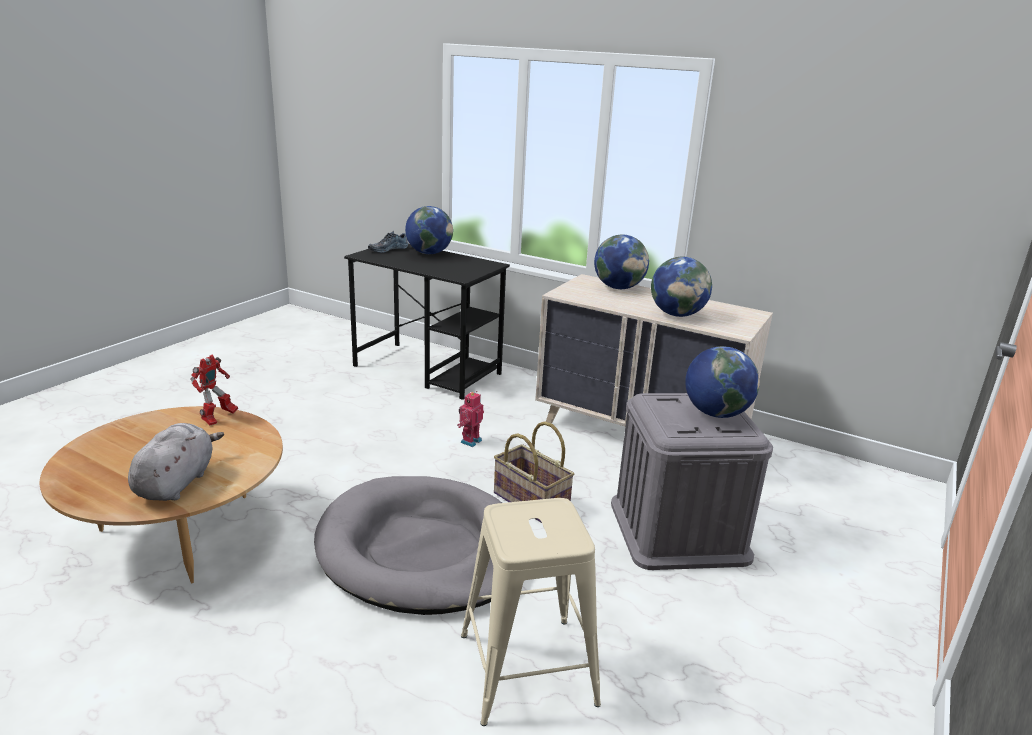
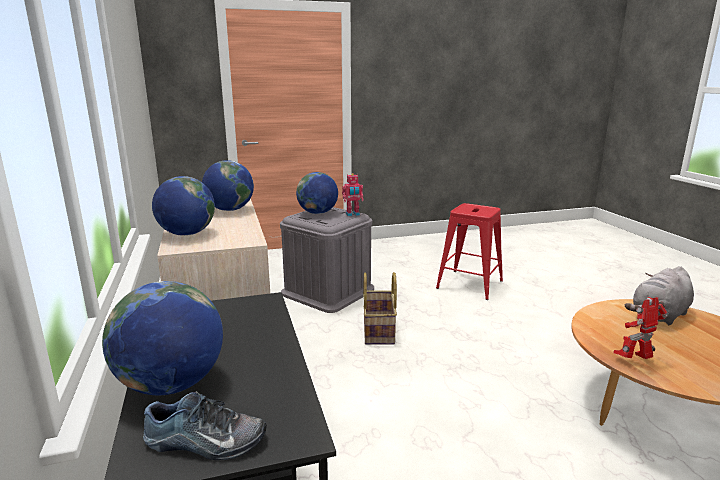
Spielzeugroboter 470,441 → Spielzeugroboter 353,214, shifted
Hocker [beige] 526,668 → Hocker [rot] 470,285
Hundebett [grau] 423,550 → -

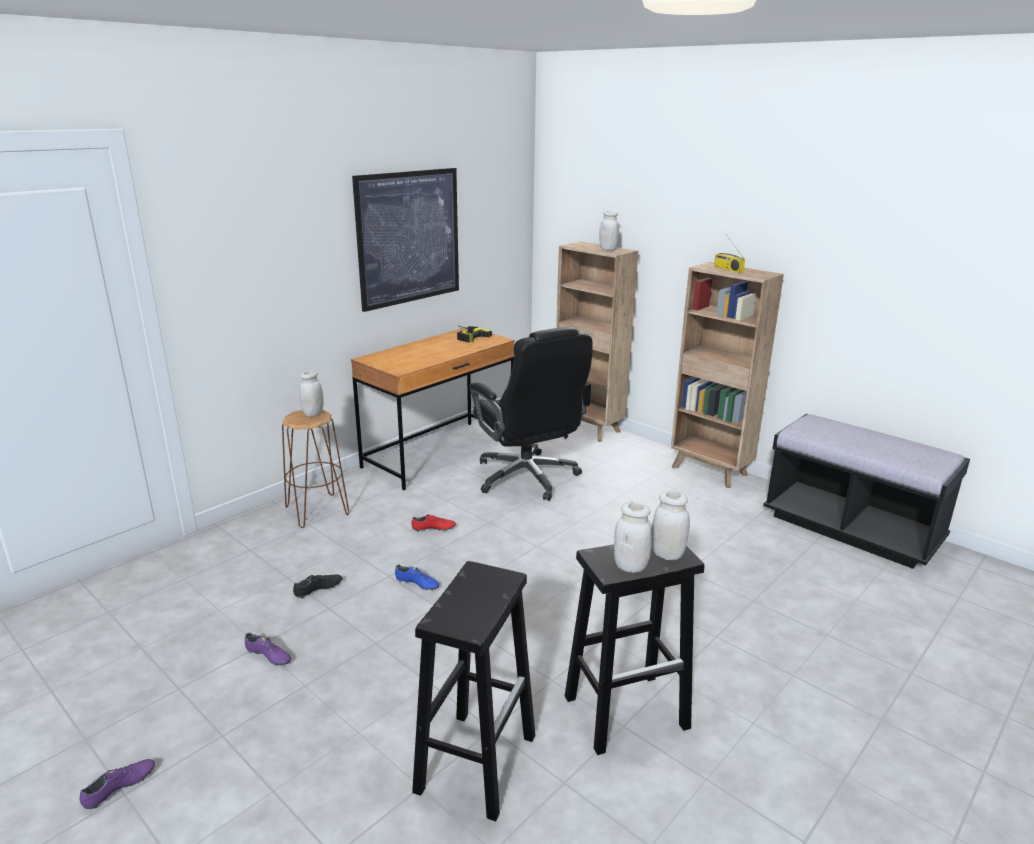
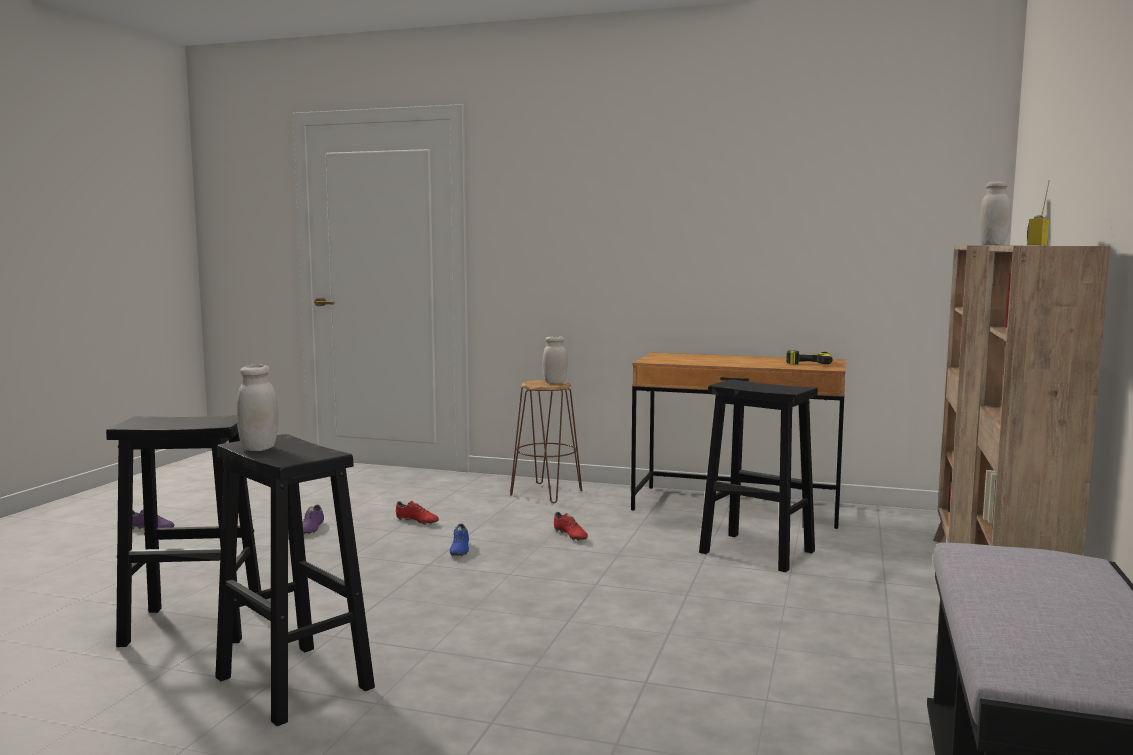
Schuh [schwarz] 318,590 → Schuh [rot] 417,521
Bürostuhl [schwarz] 527,477 → Hocker [schwarz] 755,552
Bild 409,237 → -
Vorratsglas [weiß] 667,554 → -

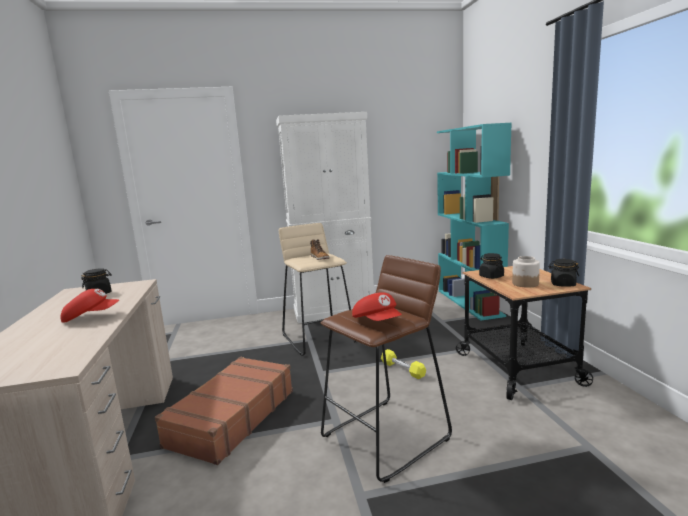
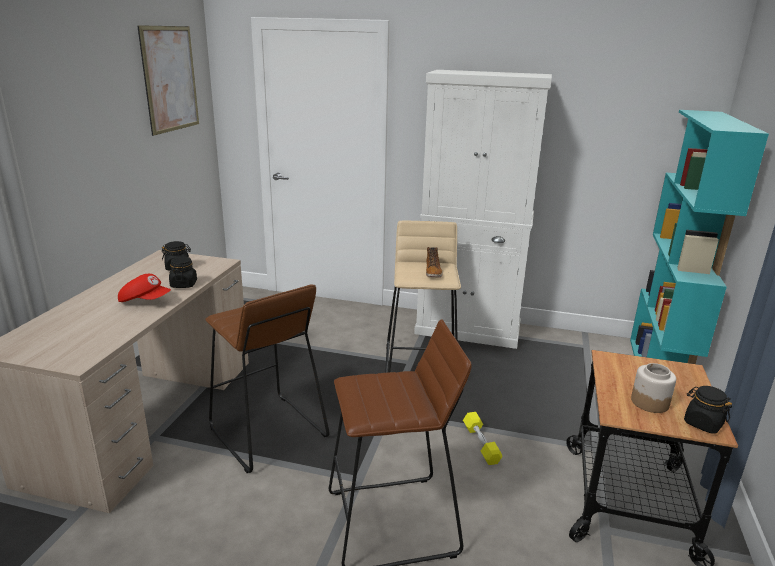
- → Bild 170,79
Vorratsglas [schwarz] 491,276 → Vorratsglas [schwarz] 184,284, shifted
Koffer [braun] 231,418 → Hocker [braun] 267,433
Kappe [rot] 377,322 → -

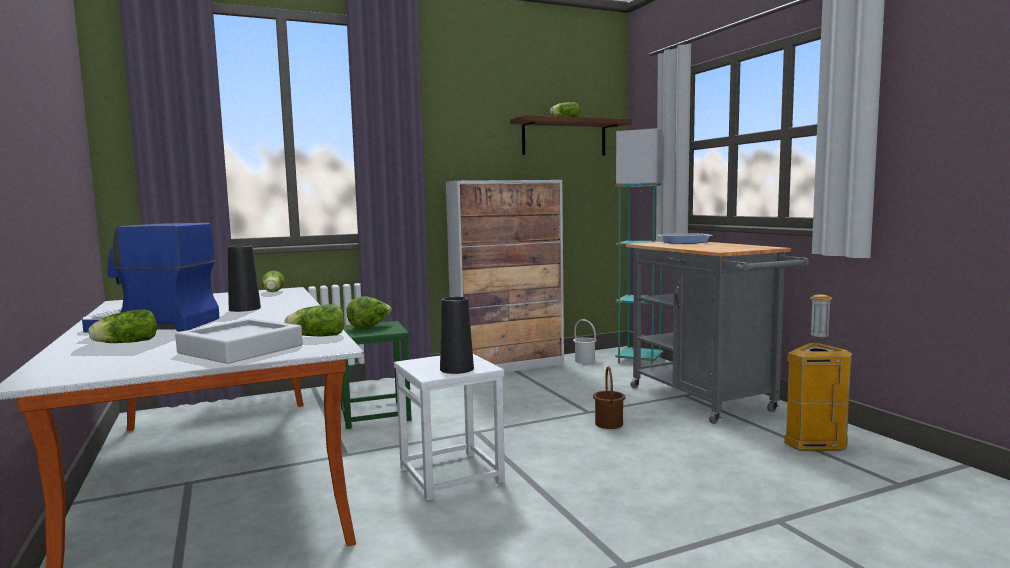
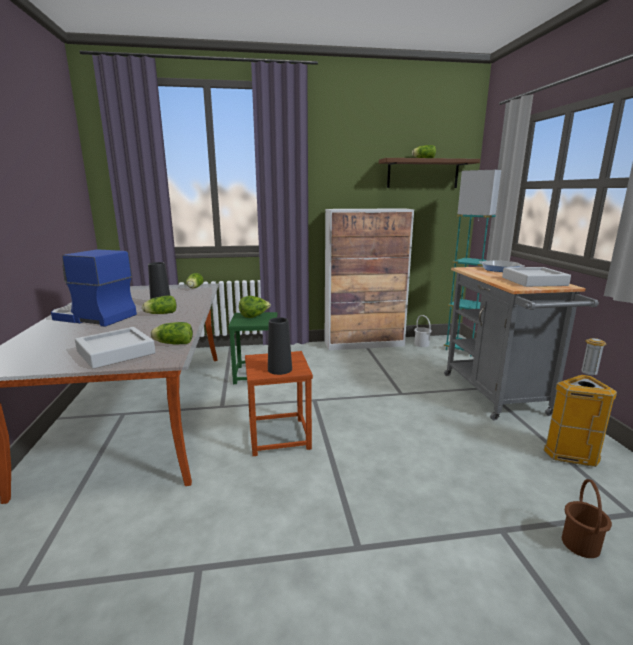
Salatkopf 124,343 → Salatkopf 160,314, shifted
Hocker [weiß] 452,475 → Hocker [braun] 279,436
- → Tablett [grau] 534,281
Eimer [braun] 609,424 → Eimer [braun] 581,544, shifted

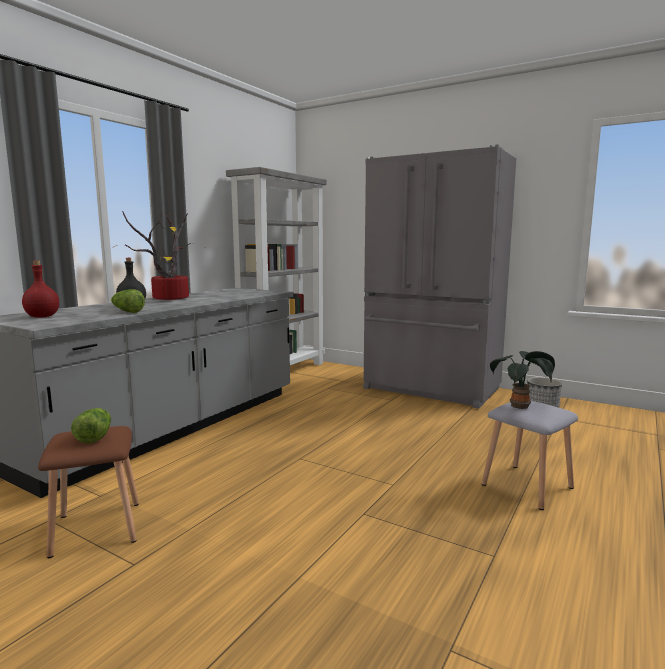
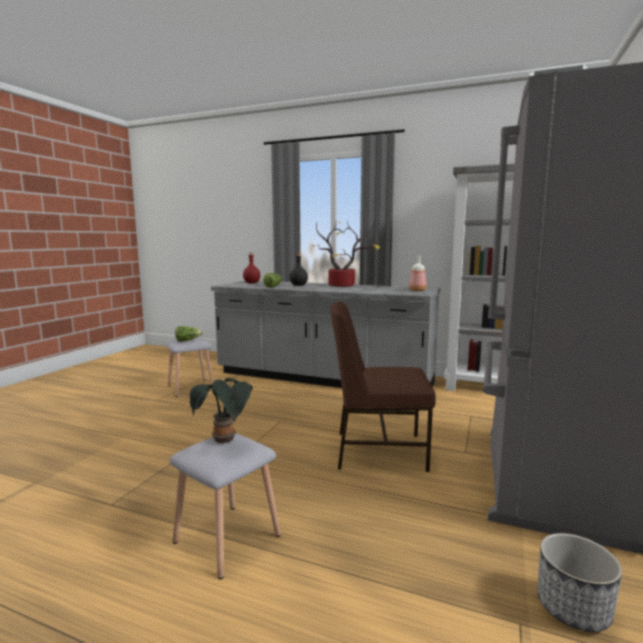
Hocker [braun] 95,529 → Hocker [grau] 190,387
- → Stuhl [braun] 378,450
- → Flasche 417,290

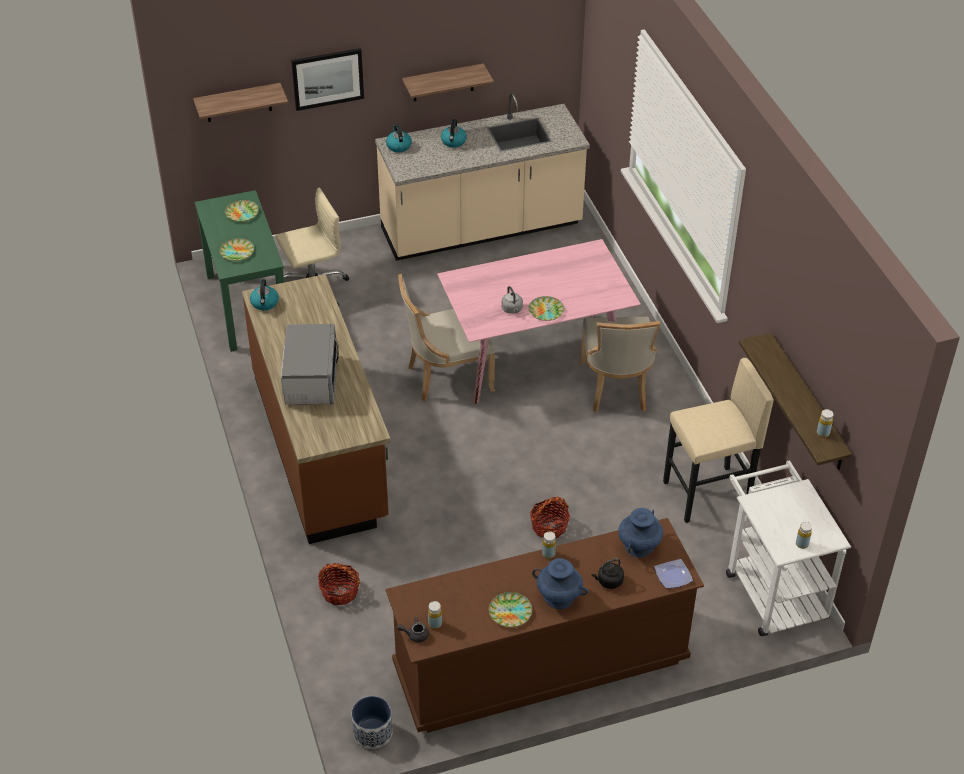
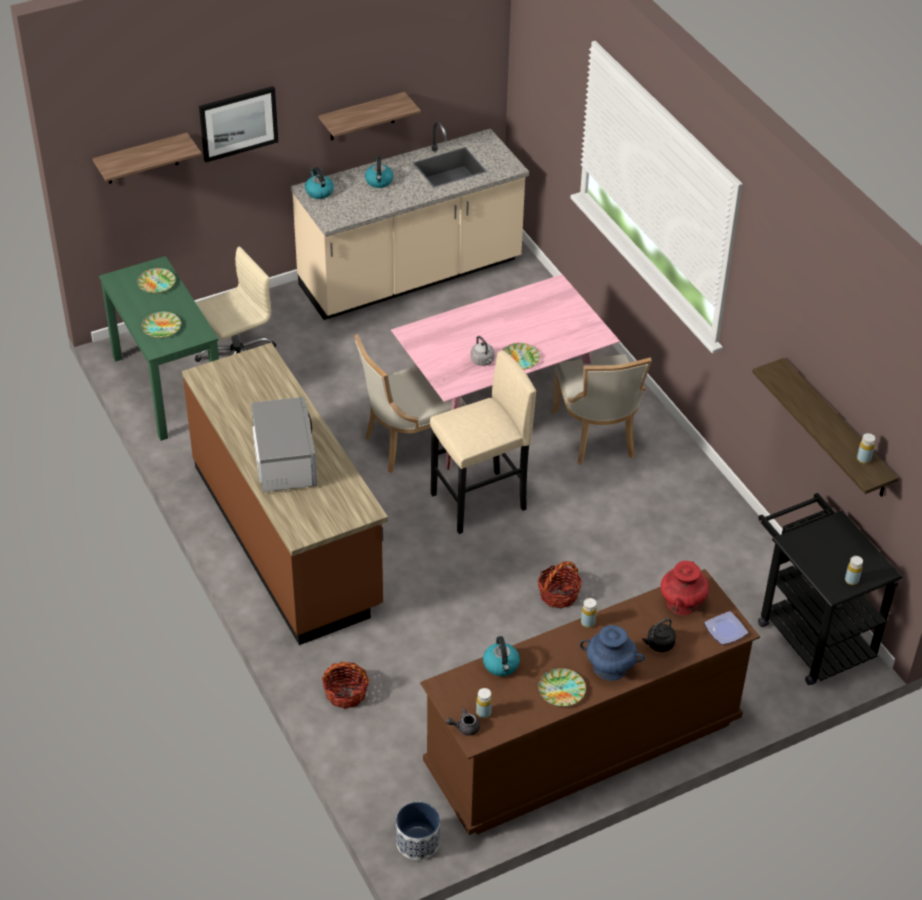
Hocker [beige] 707,495 → Hocker [beige] 479,502, shifted
Wasserkessel 265,303 → Wasserkessel 501,665, shifted
Vase [blau] 639,546 → Vase [rot] 682,602
Rollwagen [weiß] 771,588 → Rollwagen [schwarz] 809,633

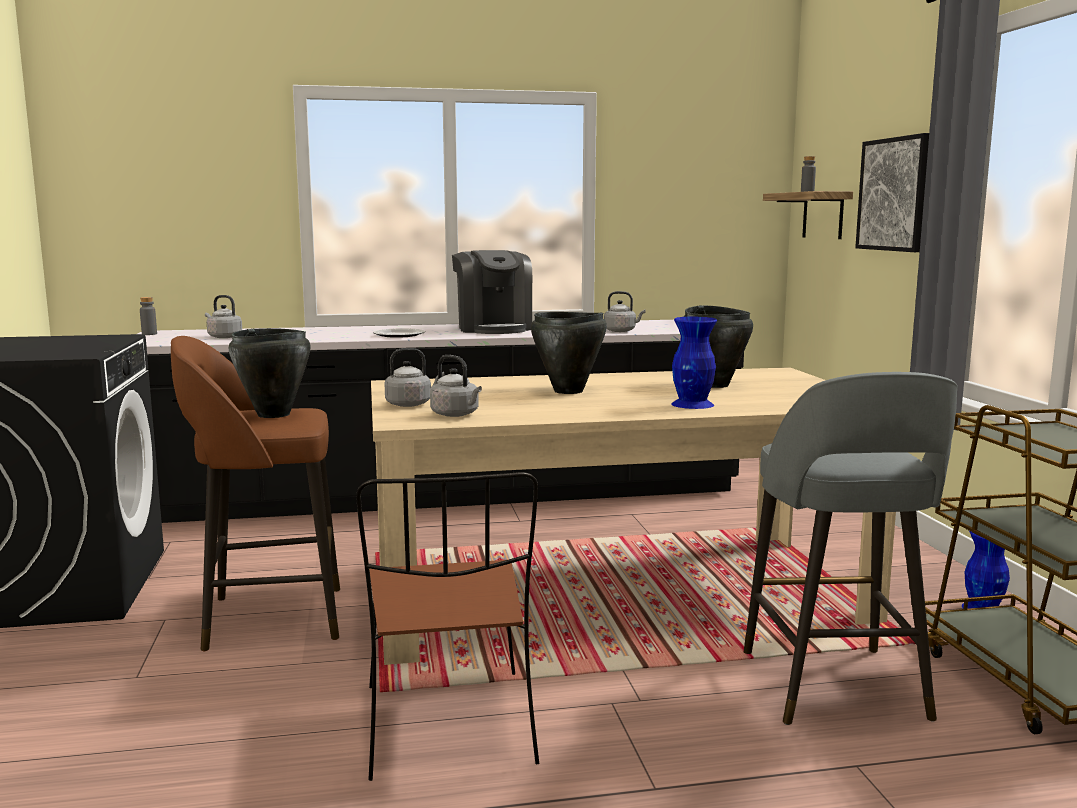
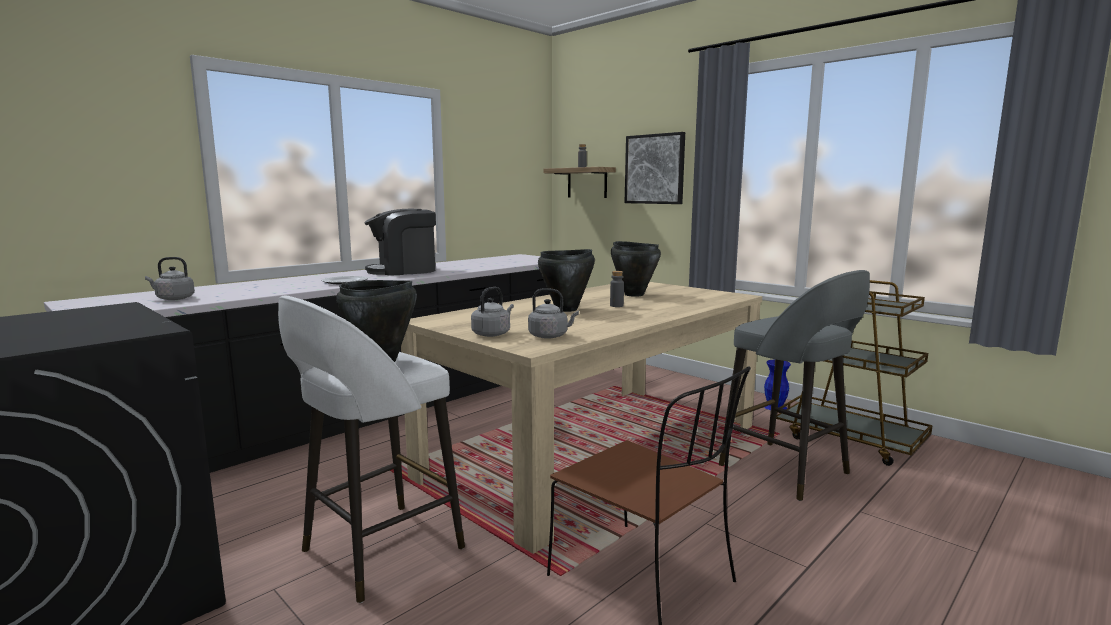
Hocker [braun] 269,618 → Hocker [weiß] 378,551
Kaffeemaschine 493,328 → Kaffeemaschine 403,271, 120 degrees clockwise
Flasche [grau] 149,334 → Flasche [grau] 616,306, shifted
Wasserkessel [grau] 621,331 → -
Vase [blau] 692,404 → -

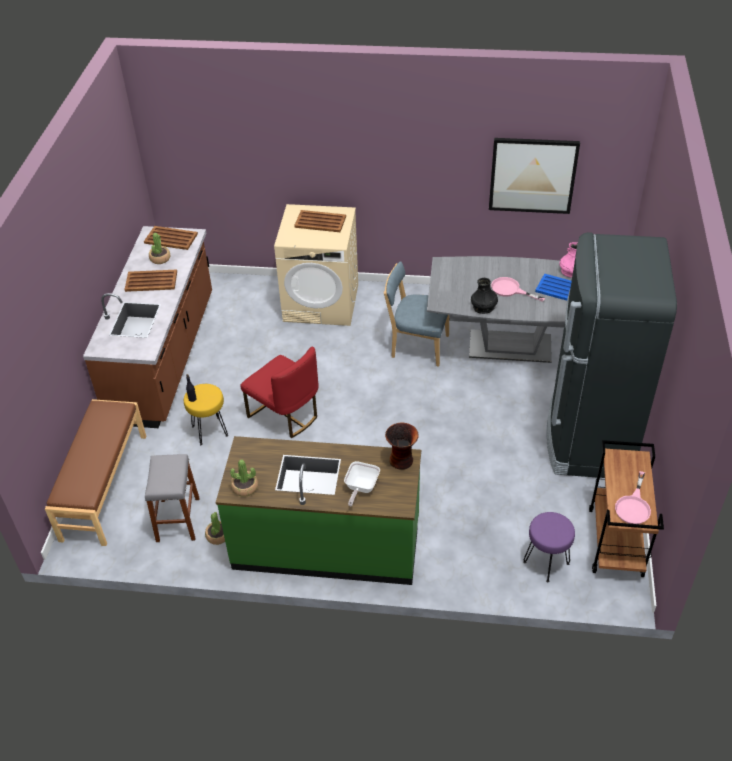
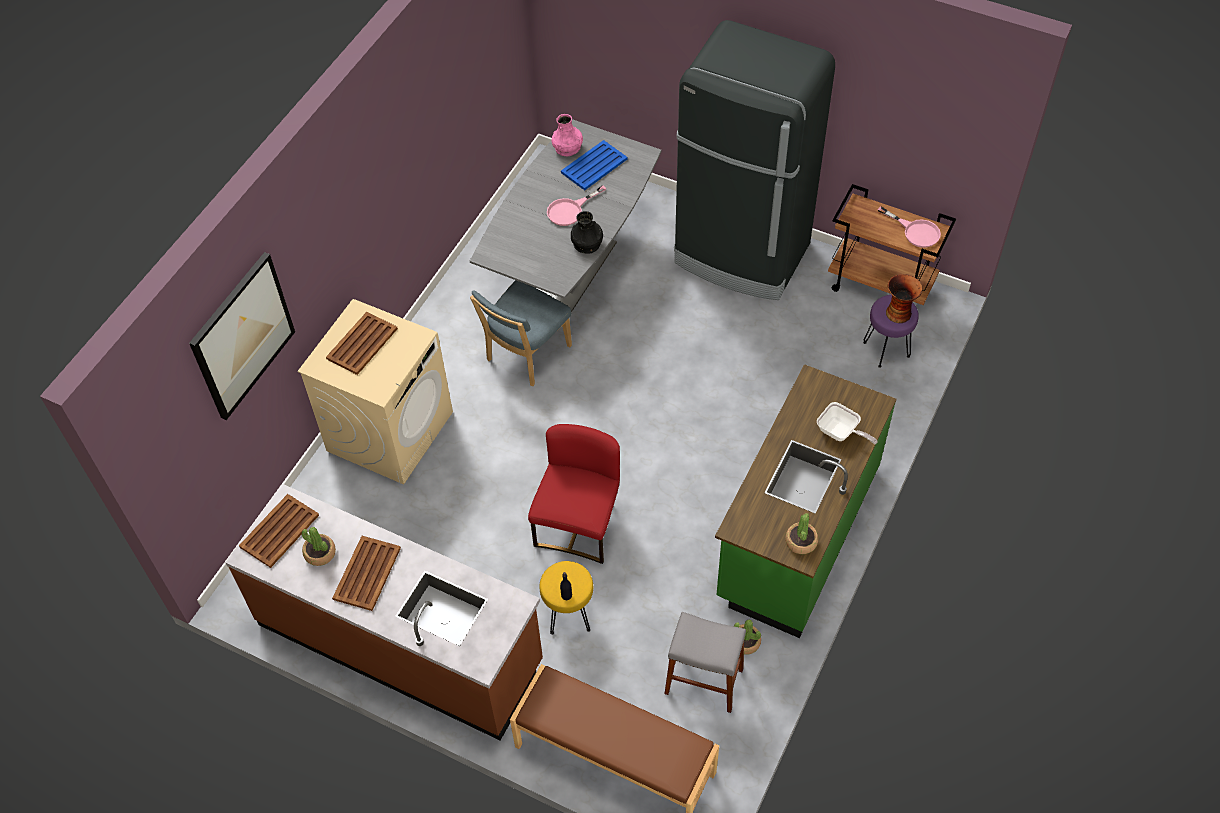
Bild 532,175 → Bild 242,336, shifted
Stuhl [rot] 285,415 → Stuhl [rot] 579,524, 45 degrees counterclockwise
Vase 402,460 → Vase 899,312, shifted

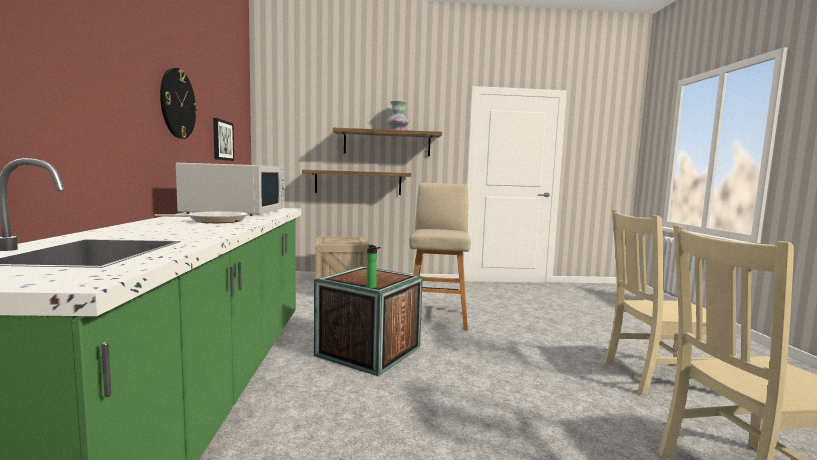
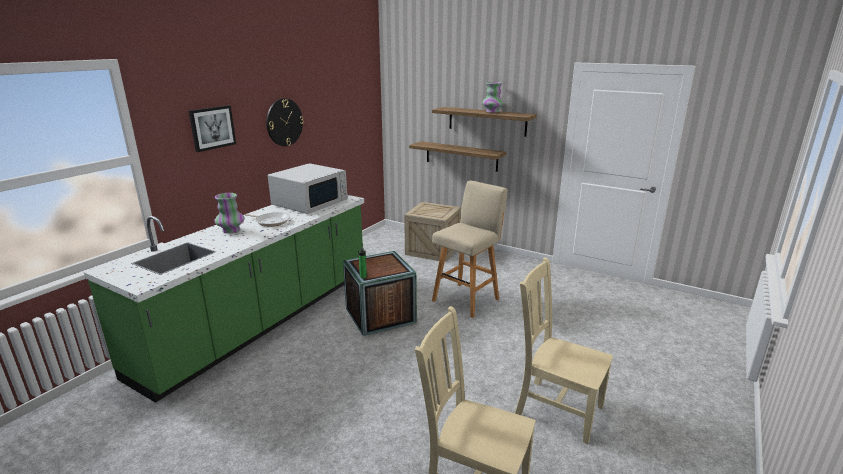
Bild 222,140 → Bild 212,128, shifted
- → Vase 231,230

